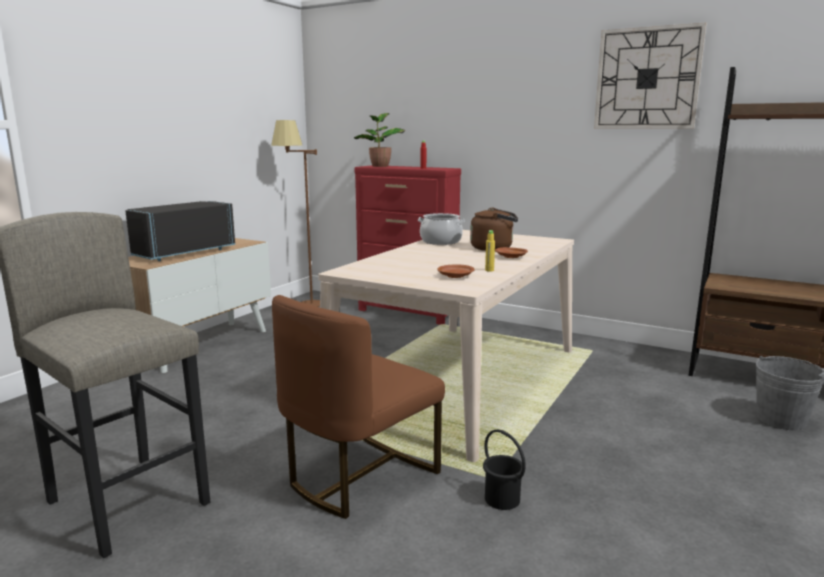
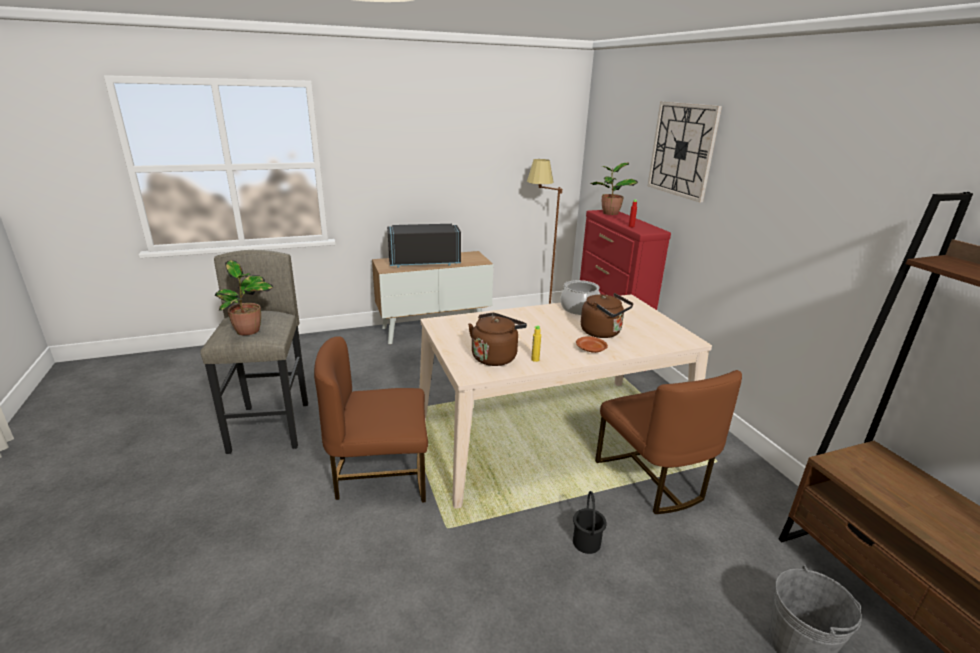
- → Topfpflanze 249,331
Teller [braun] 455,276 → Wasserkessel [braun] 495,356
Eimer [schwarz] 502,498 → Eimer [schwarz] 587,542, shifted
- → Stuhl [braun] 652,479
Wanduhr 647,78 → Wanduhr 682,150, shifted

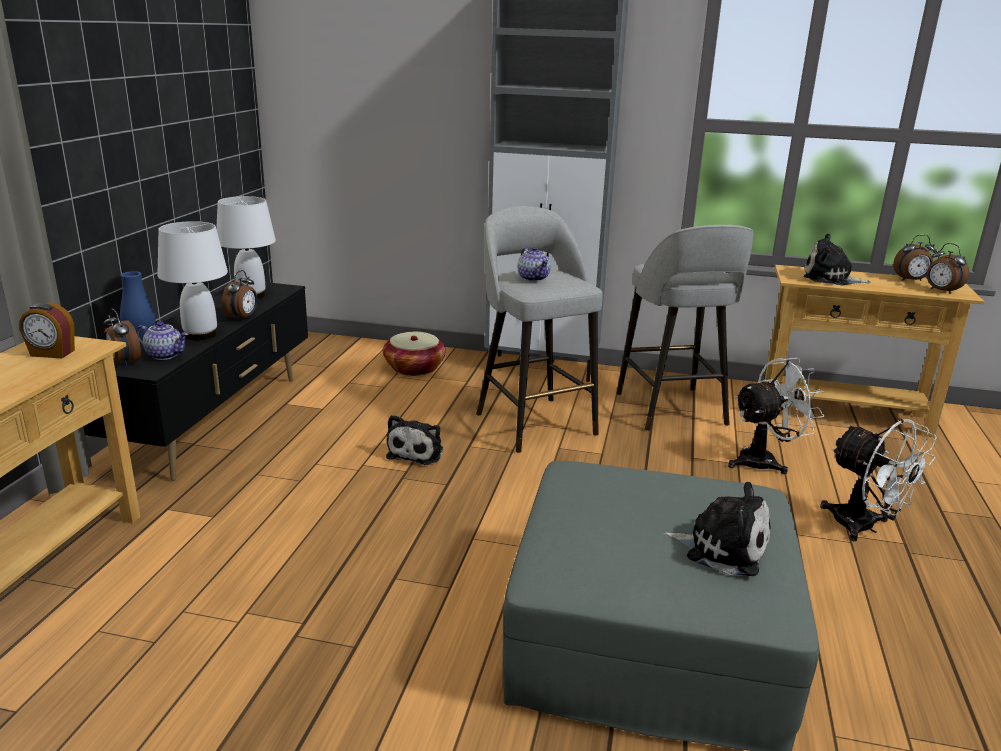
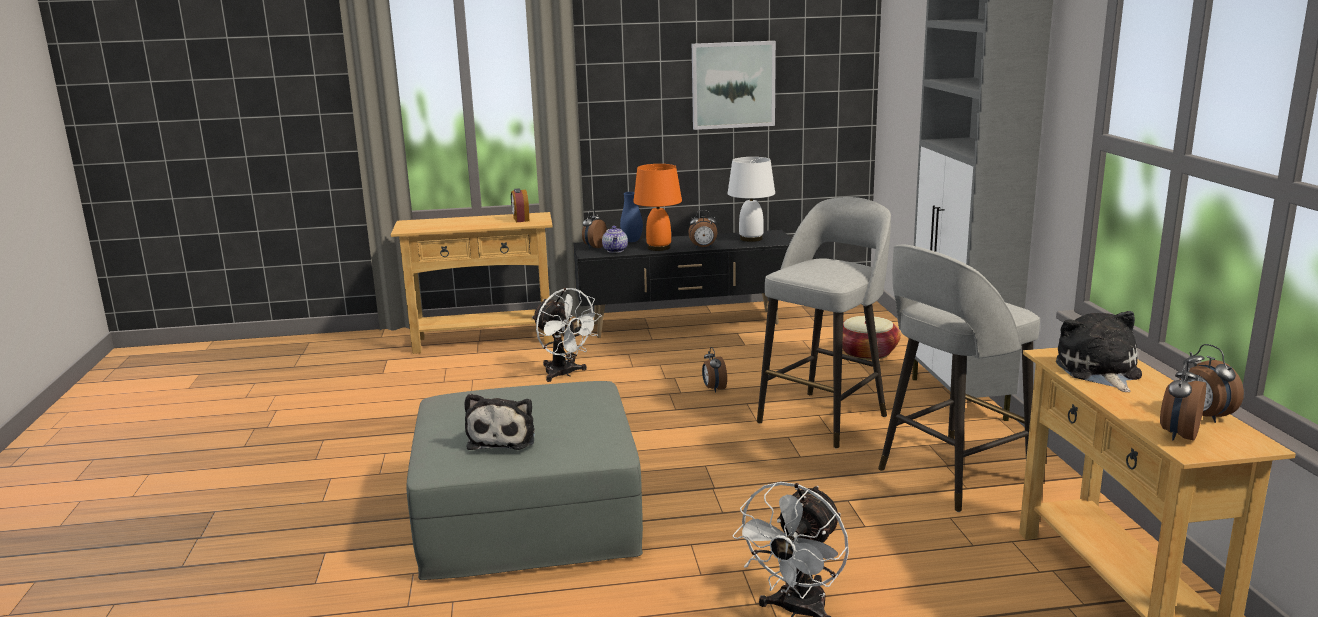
Ventilator [weiß] 764,461 → Ventilator [weiß] 564,374, shifted
Tischlampe [weiß] 201,335 → Tischlampe [orange] 658,248
- → Bild 733,85
Plüschtier 417,452 → Wecker 714,389
Teekanne 534,278 → -

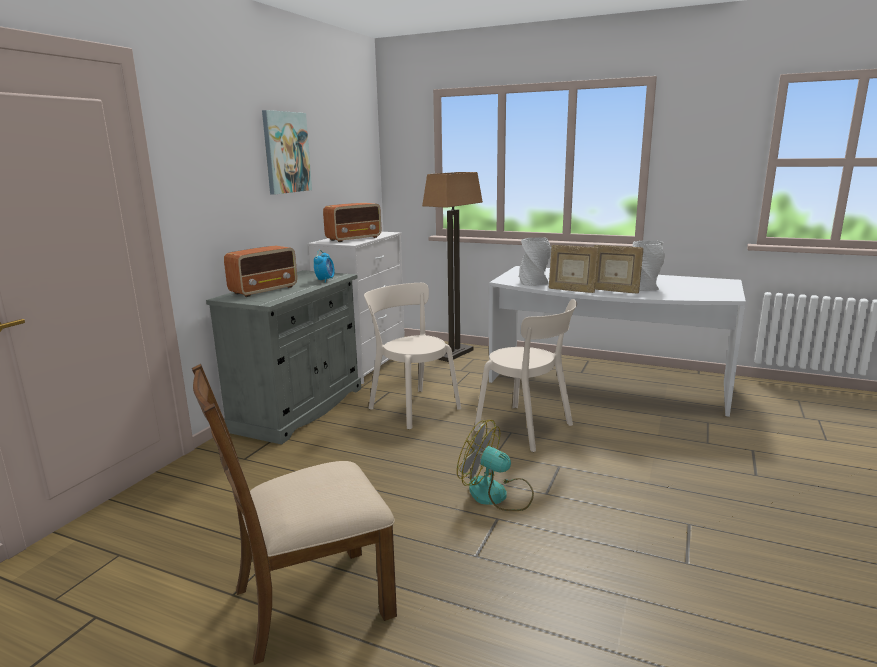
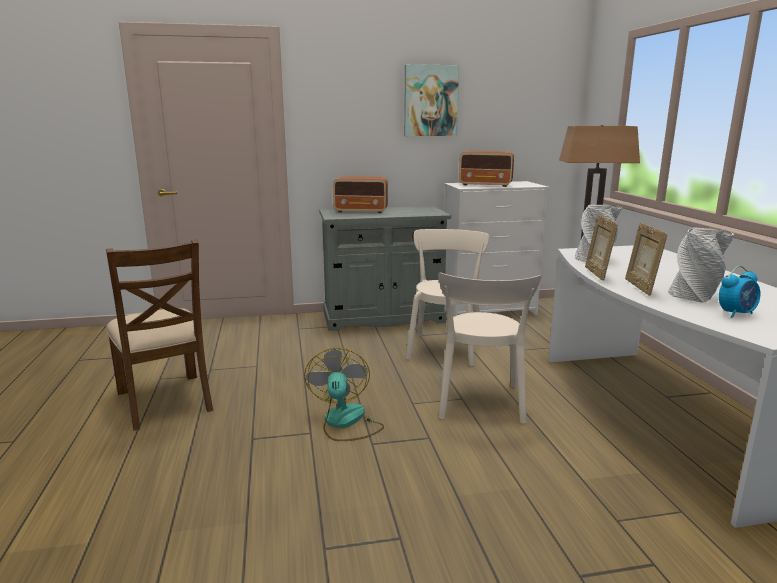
Stuhl [braun] 310,601 → Stuhl [braun] 165,401, 150 degrees counterclockwise
Wecker 325,280 → Wecker 736,314, shifted

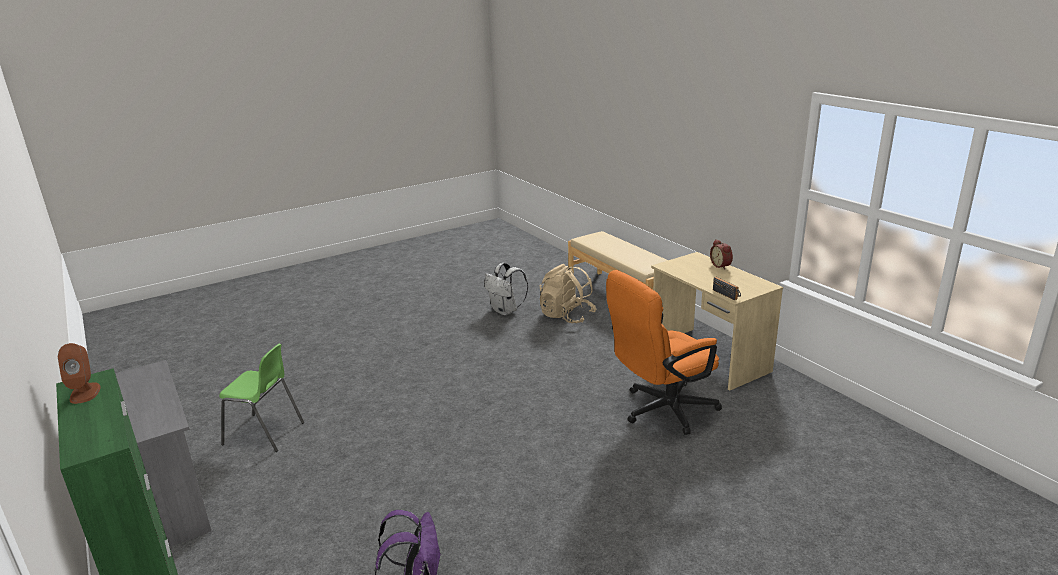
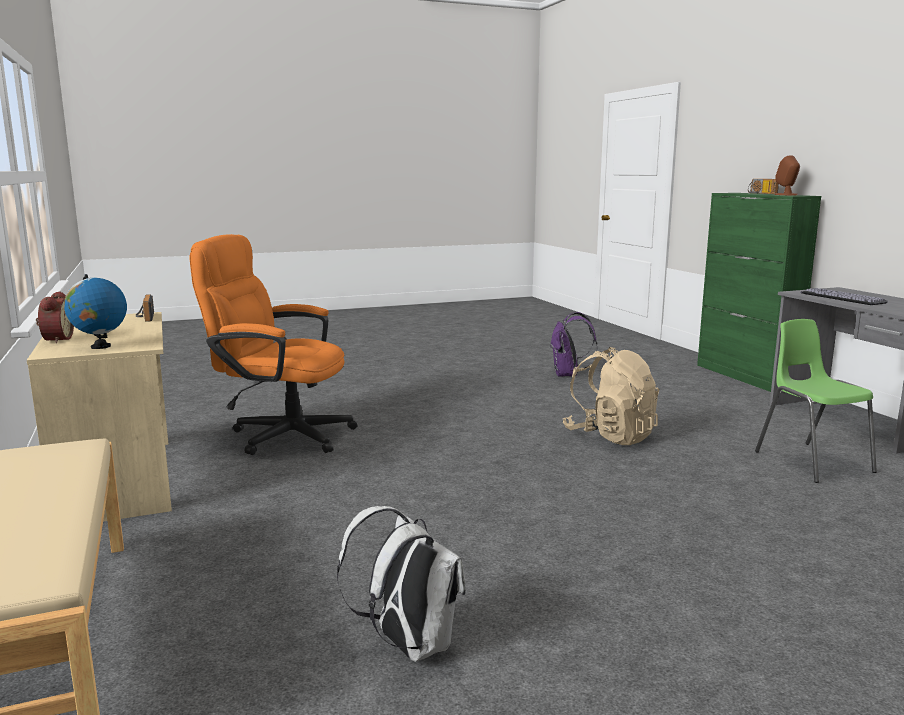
- → Globus 100,347
Bürostuhl [orange] 661,411 → Bürostuhl [orange] 281,434, 150 degrees counterclockwise
Rucksack [beige] 566,316 → Rucksack [beige] 610,436, shifted
- → Radio 760,193
Stuhl [grün] 264,433 → Stuhl [grün] 812,461, 45 degrees clockwise
- → Tastatur 846,297

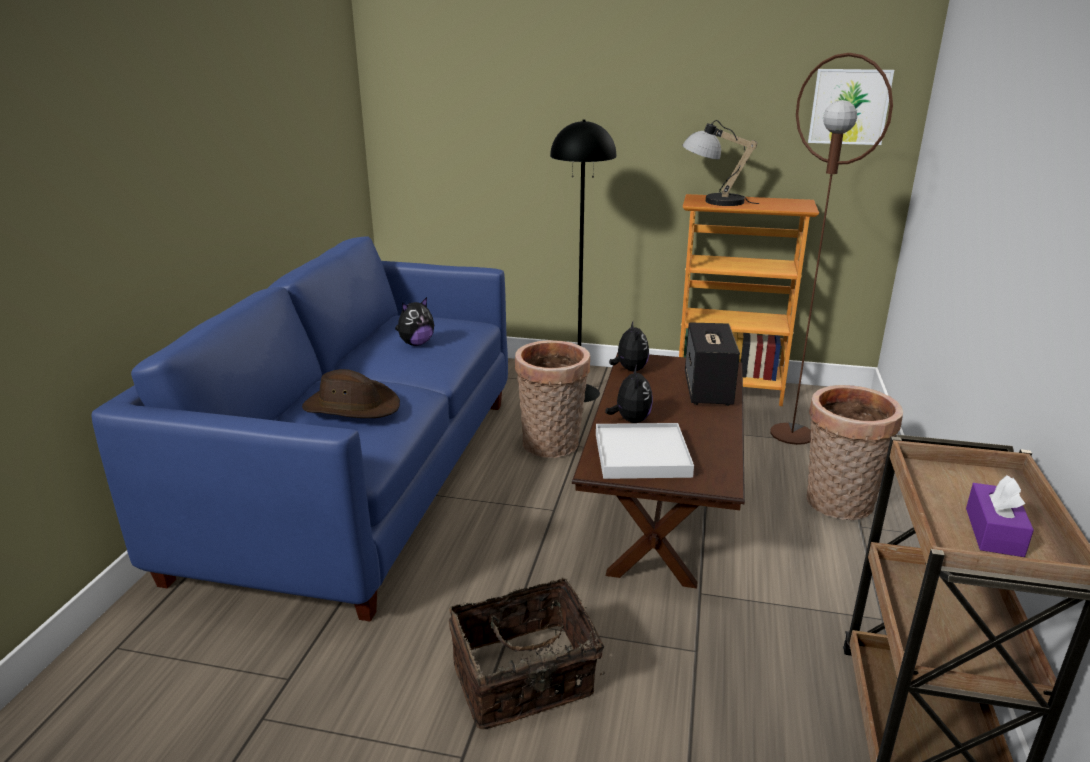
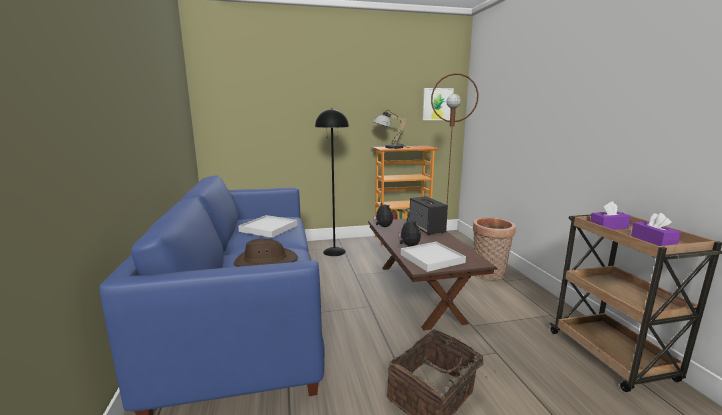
Plüschtier 416,343 → Tablett [weiß] 268,228
- → Taschentuchbox [lila] 608,227
Korb 552,446 → -

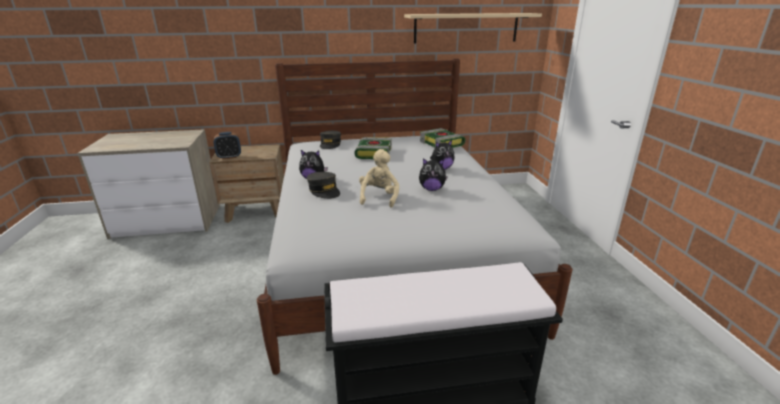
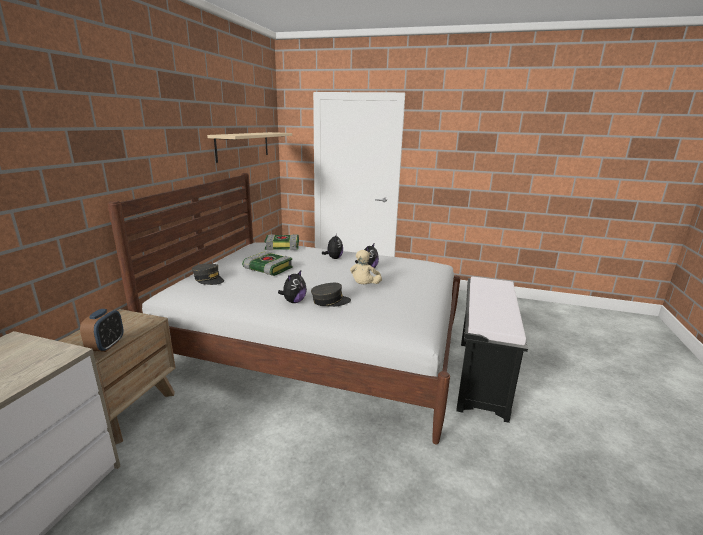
Plüschtier [beige] 379,197 → Plüschtier [beige] 364,286, 105 degrees counterclockwise

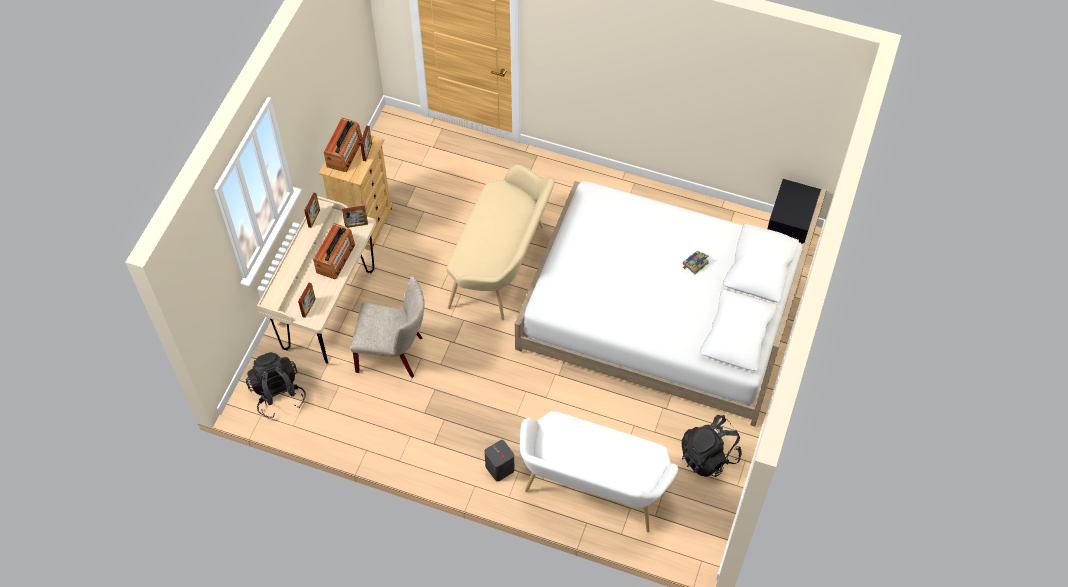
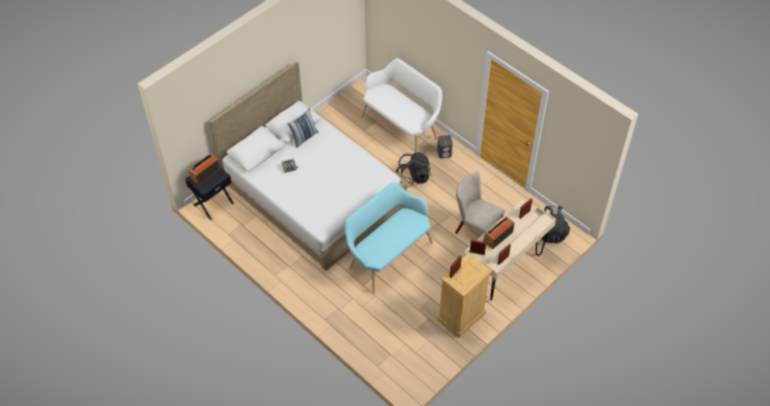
Radio 344,152 → Radio 205,173, shifted
- → Kissen 304,137
Bank [beige] 503,267 → Bank [türkis] 387,254
Rucksack [schwarz] 708,456 → Rucksack [schwarz] 413,177, shifted

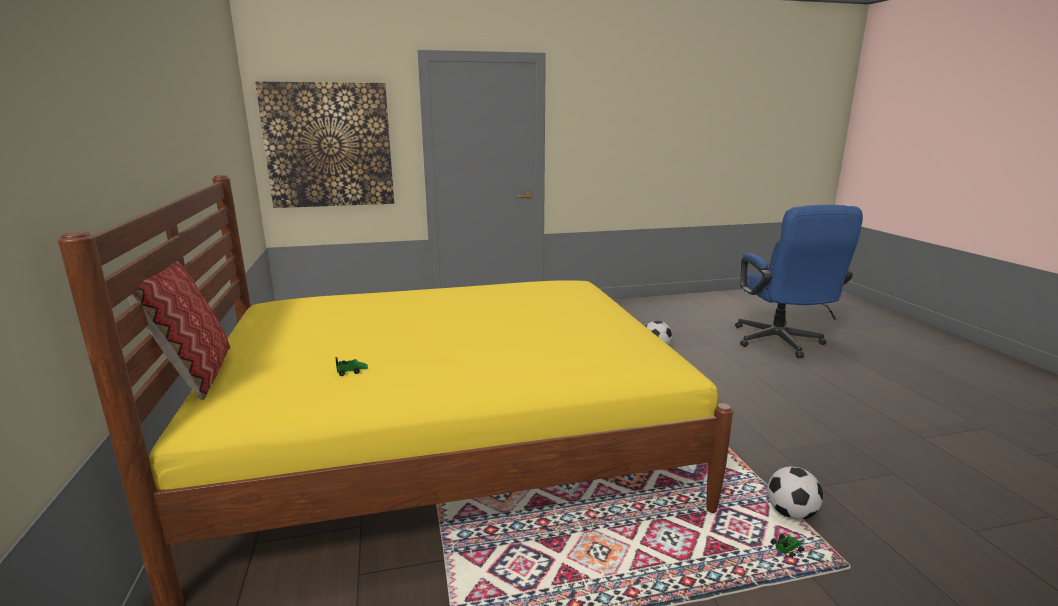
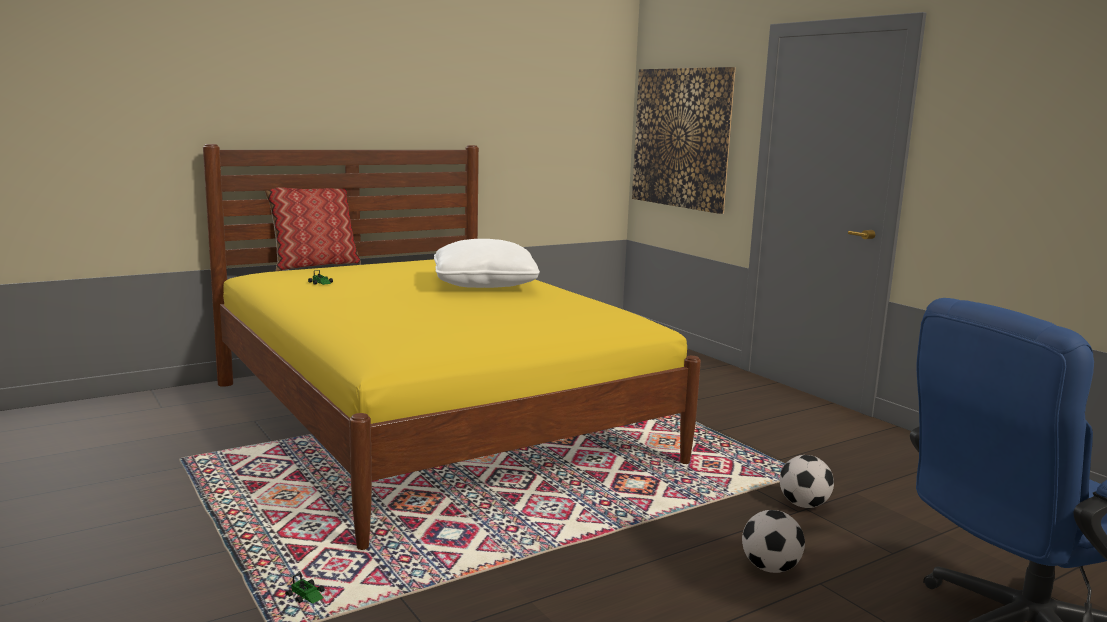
- → Kissen [weiß] 484,284
Fußball 790,513 → Fußball 770,568, shifted

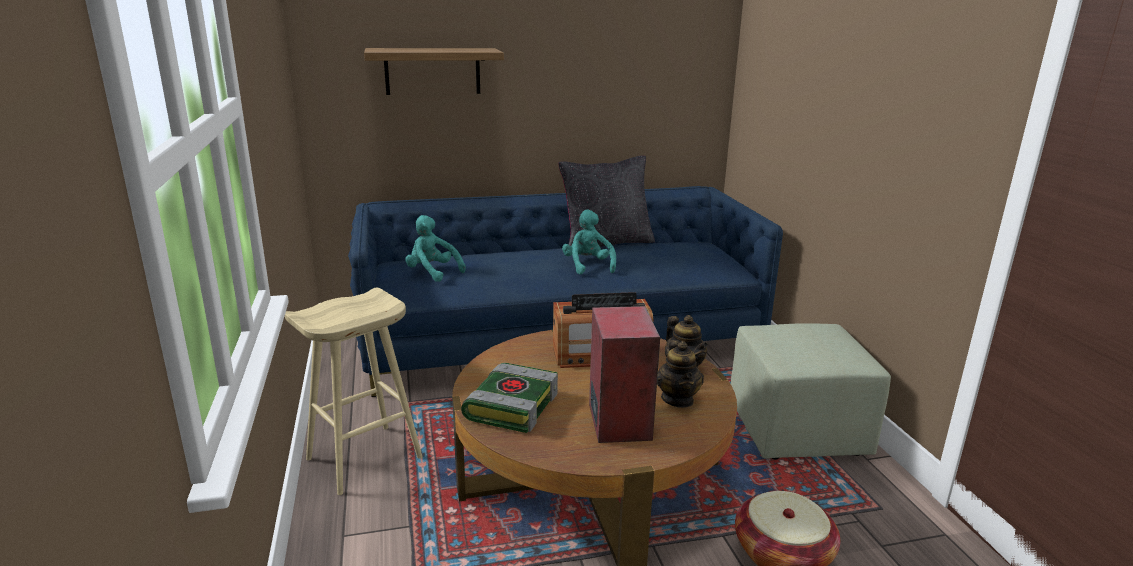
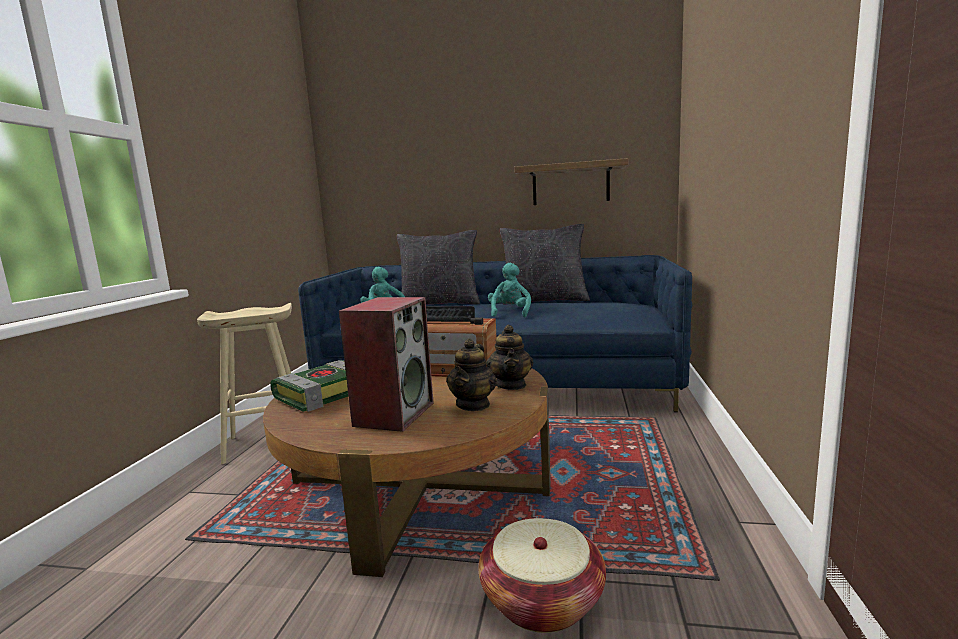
- → Kissen [schwarz] 439,303
Wandregal 432,71 → Wandregal 570,184, shifted
Polsterhocker [grün] 798,431 → -

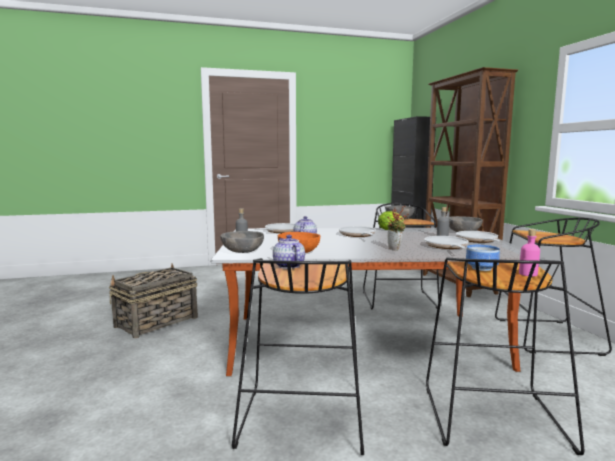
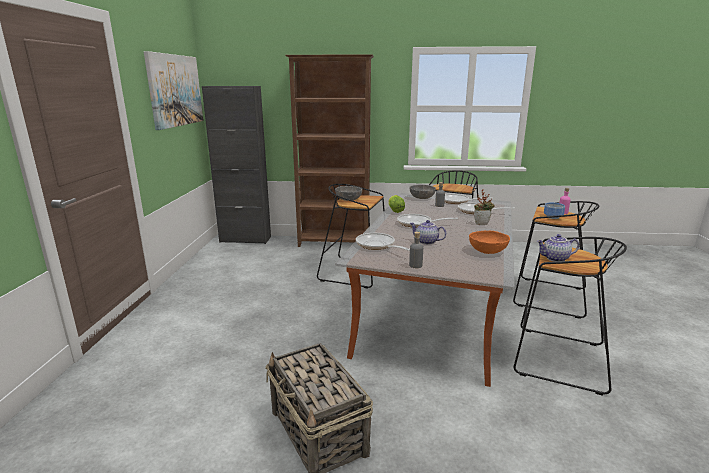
- → Bild 175,90
Schüssel [grau] 242,251 → -

